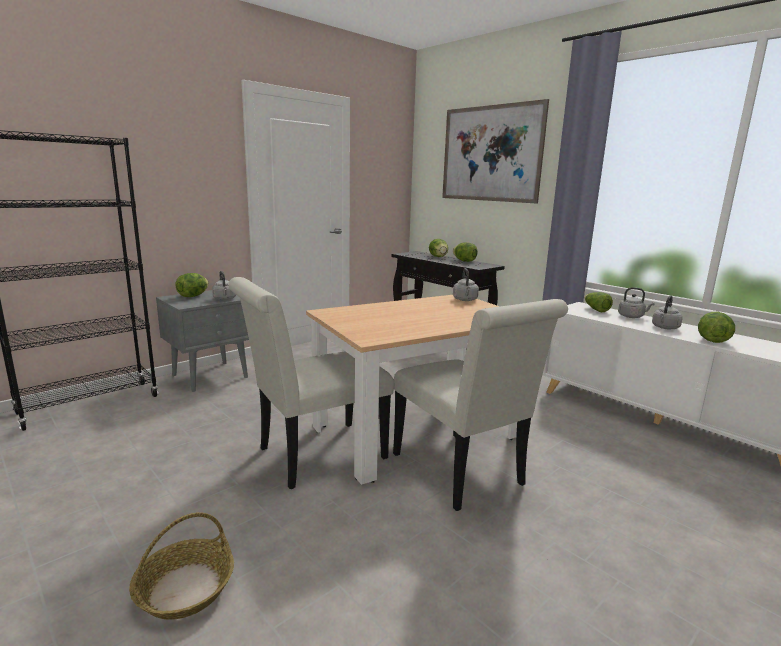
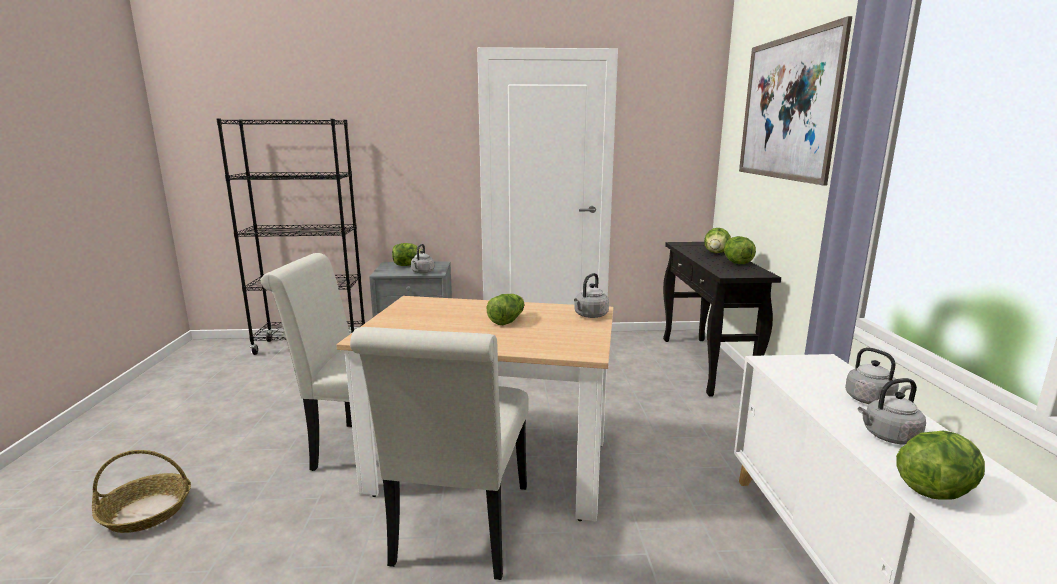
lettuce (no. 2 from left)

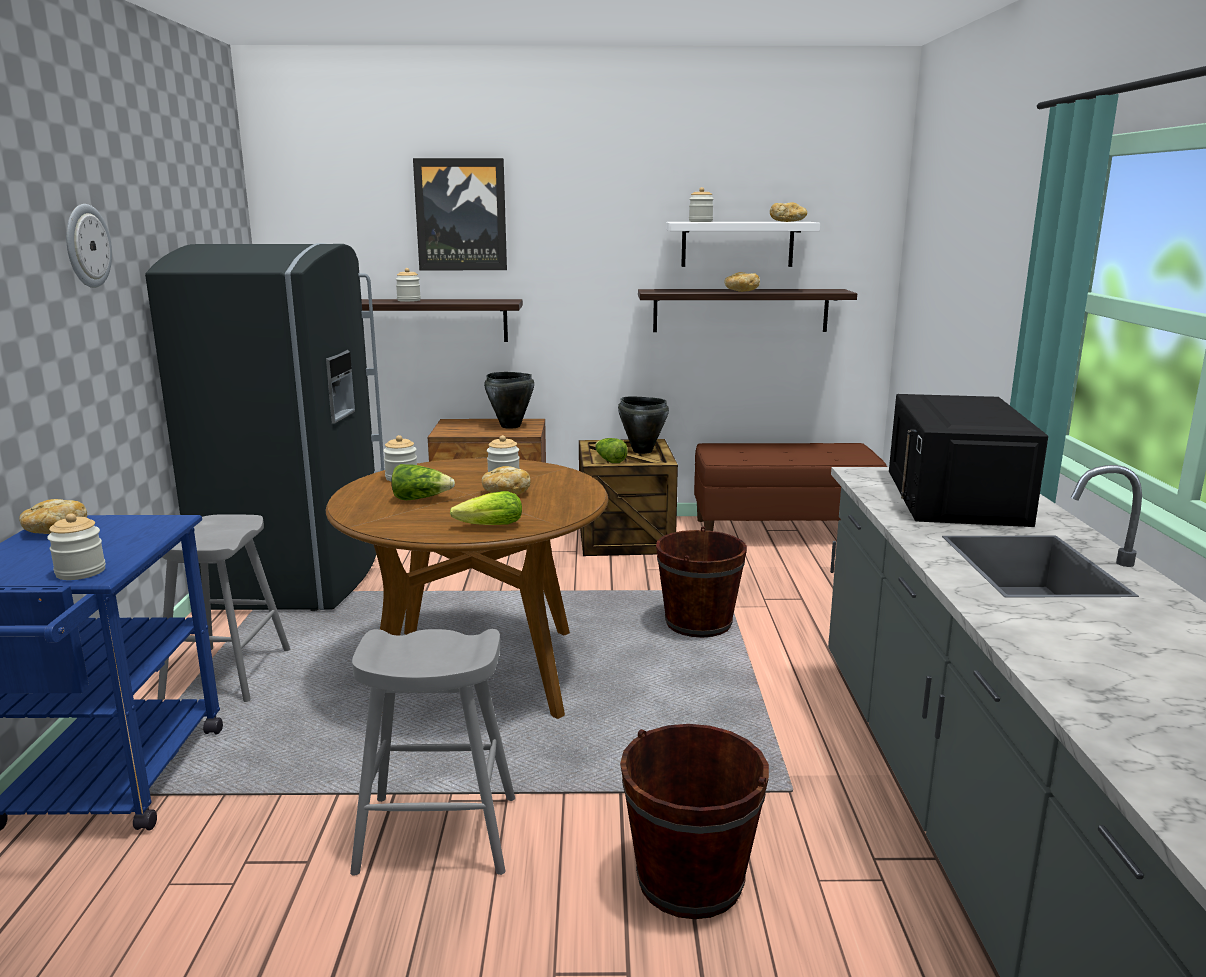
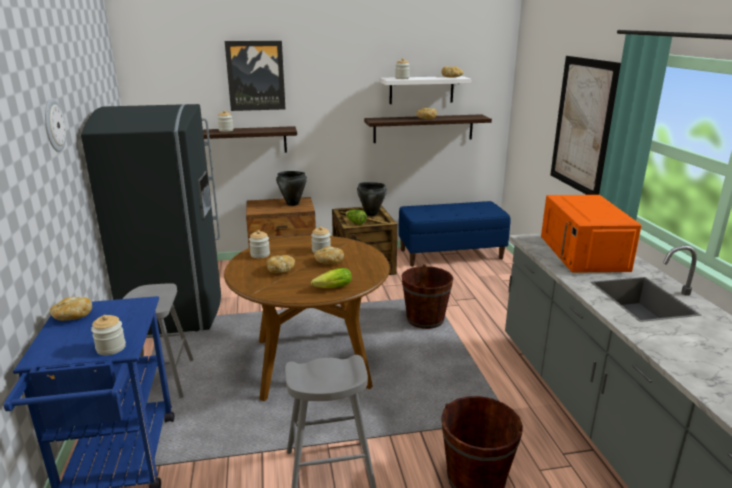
bread (no. 2 from left)
blue bench
orange microwave
picture (no. 2 from left)

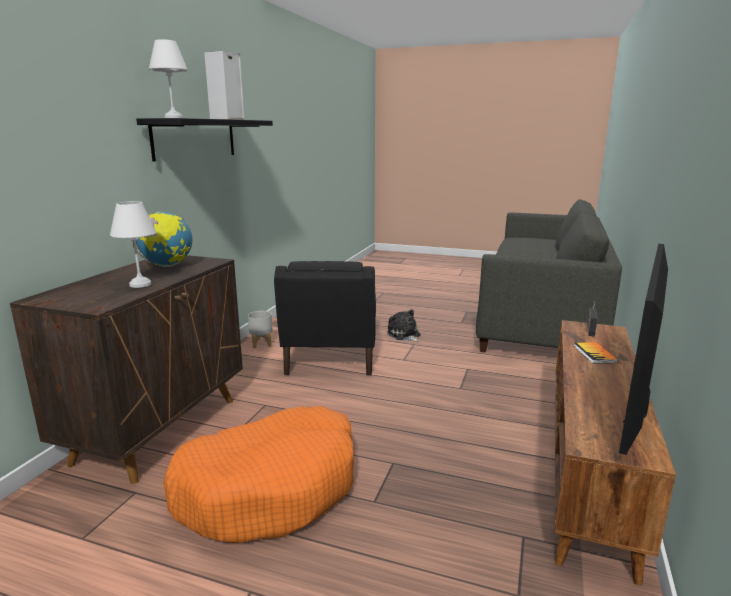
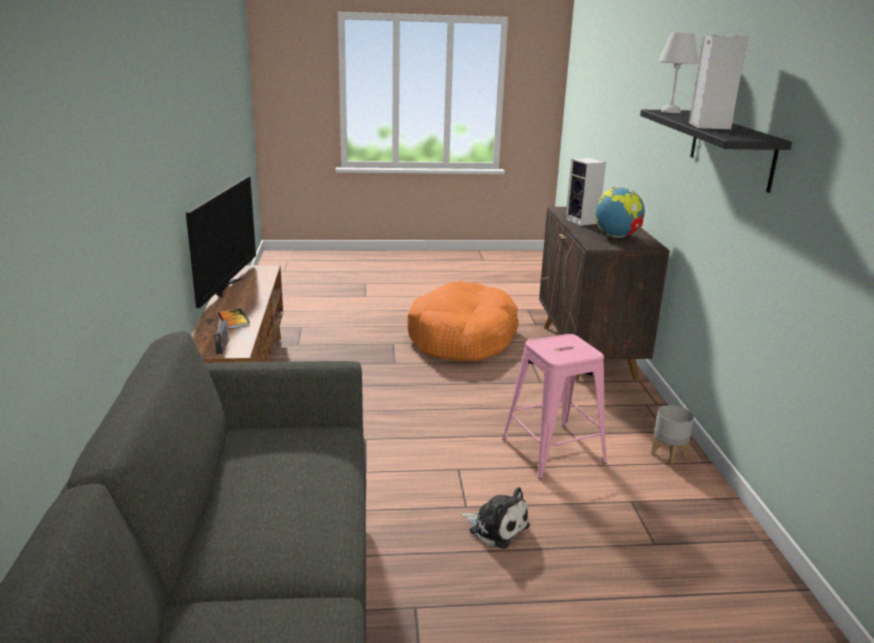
pink stool
speaker (no. 1 from left)

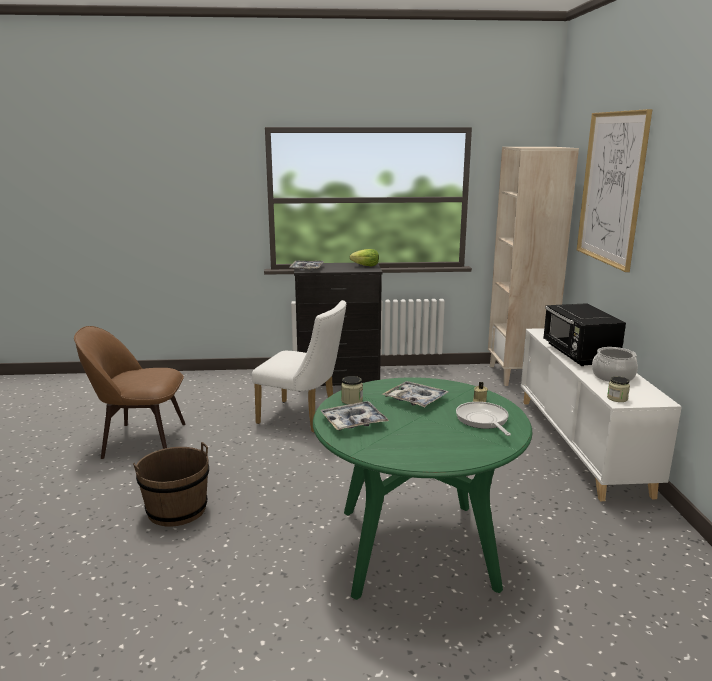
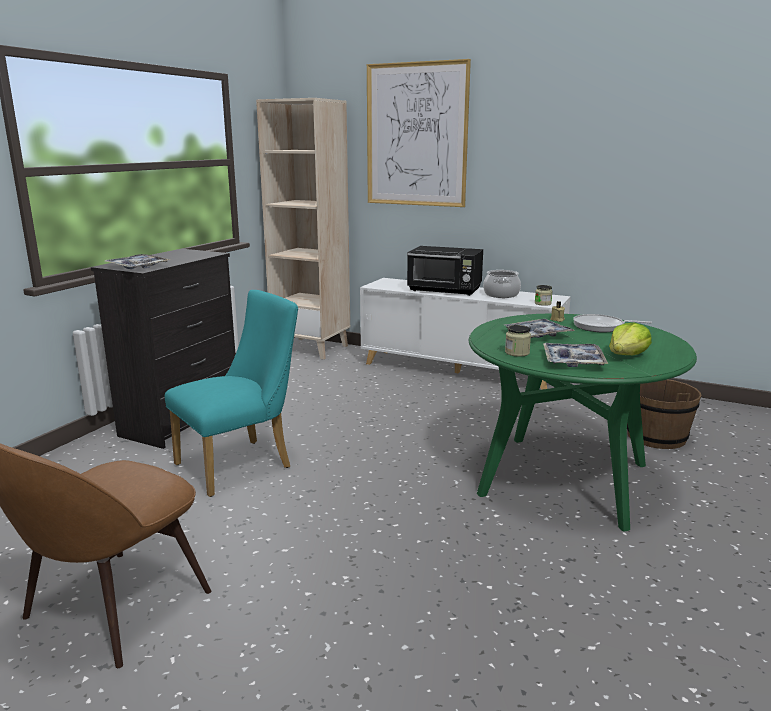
turquoise chair
lettuce
brown bucket

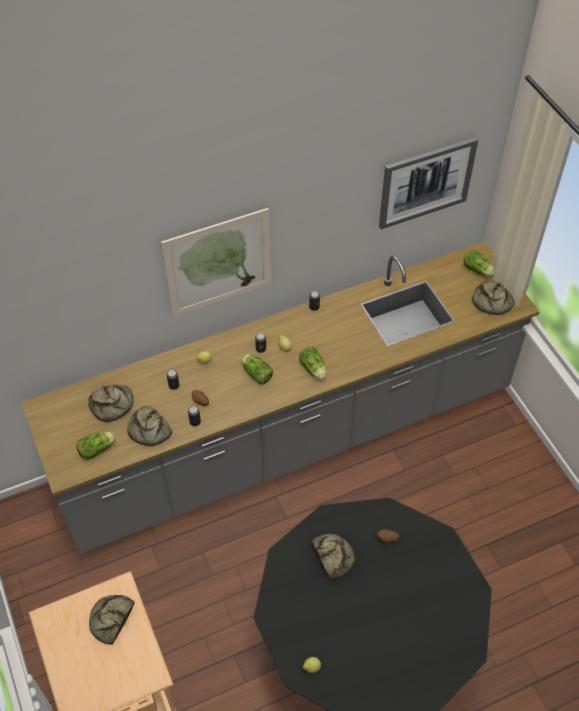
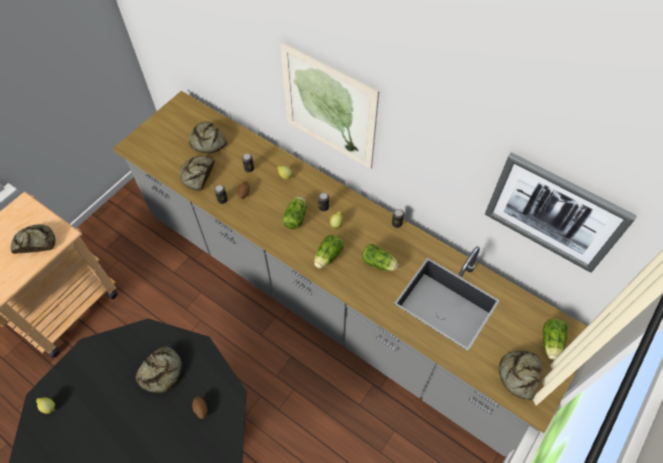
lettuce (no. 3 from left)

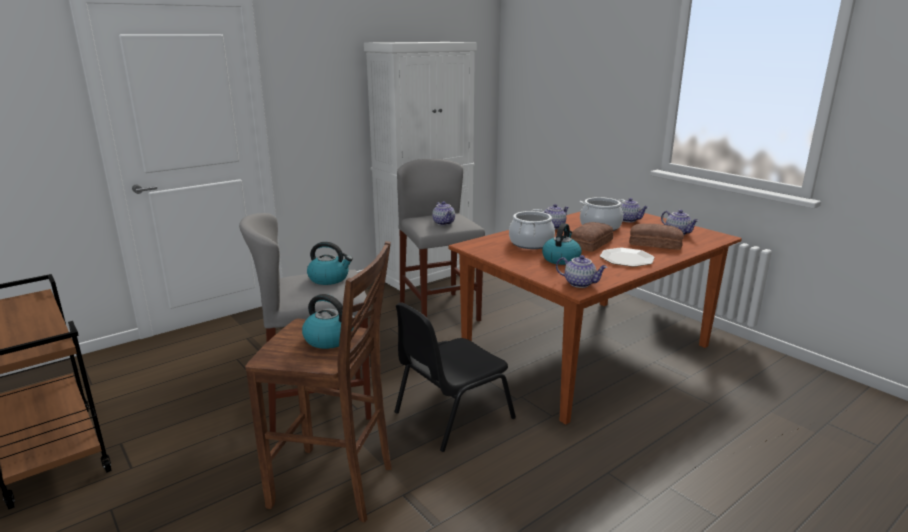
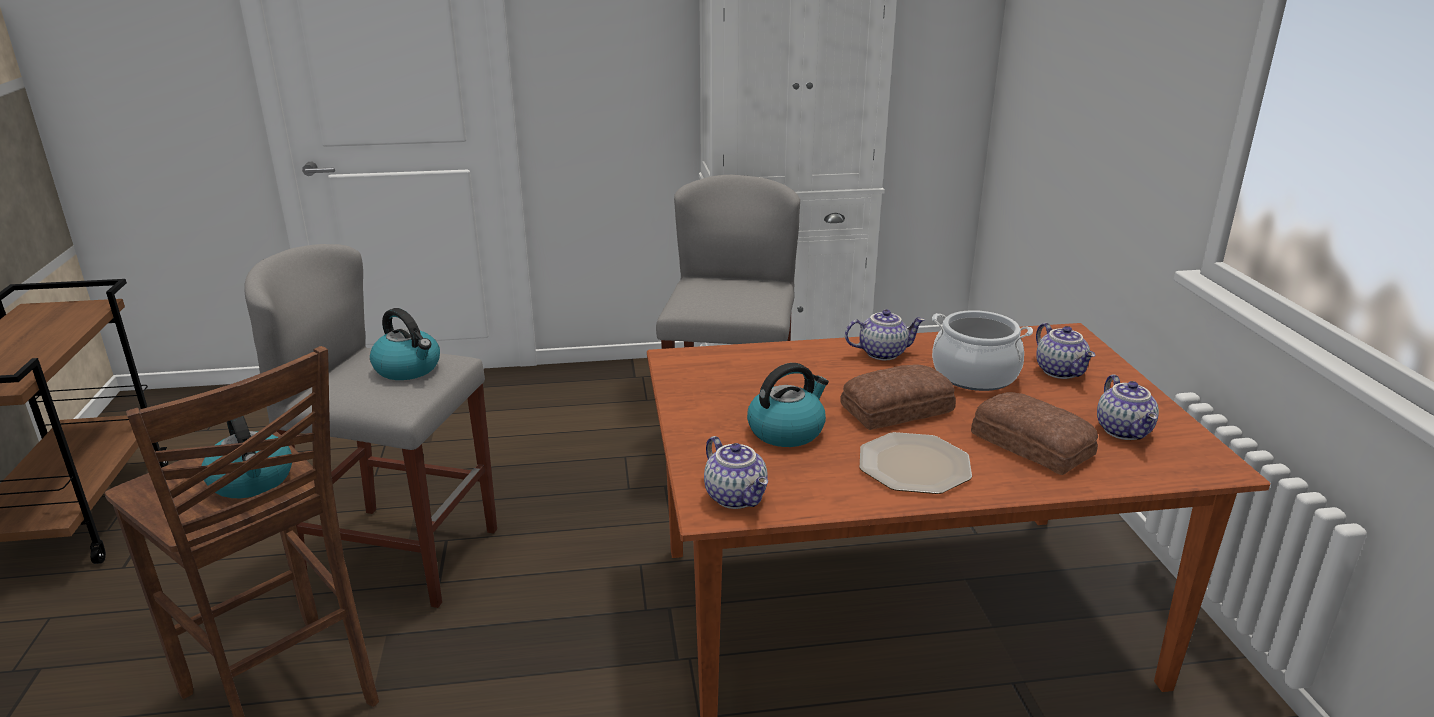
black chair
teapot (no. 1 from left in the first image)
cooking pot (no. 1 from left in the first image)

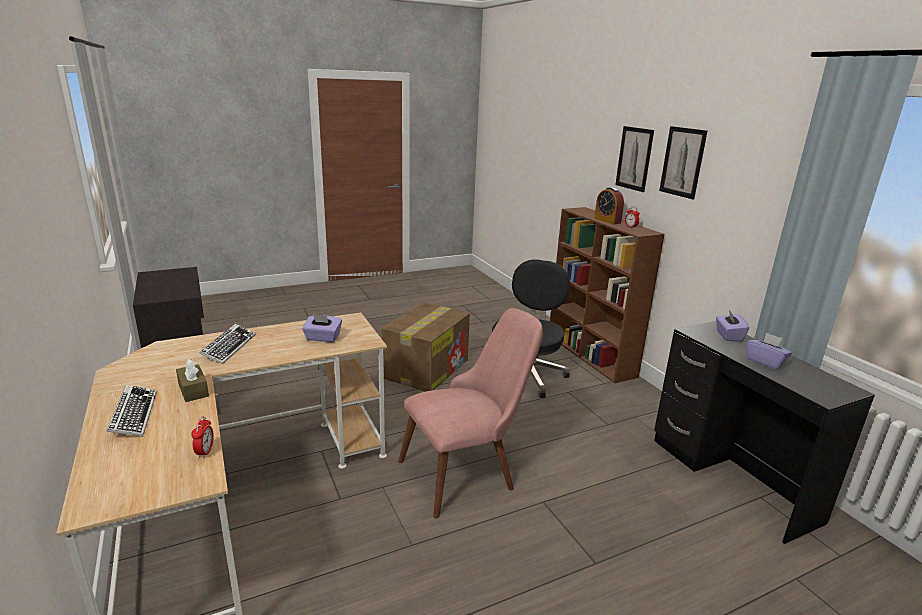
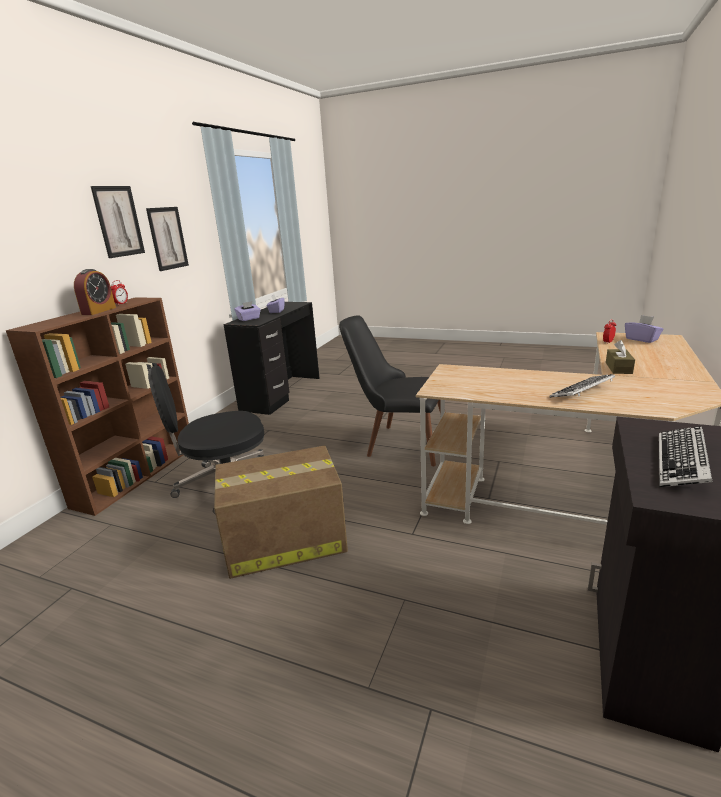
picture (no. 2 from left)
black chair
purple tissue box (no. 3 from left)
keyboard (no. 2 from left)

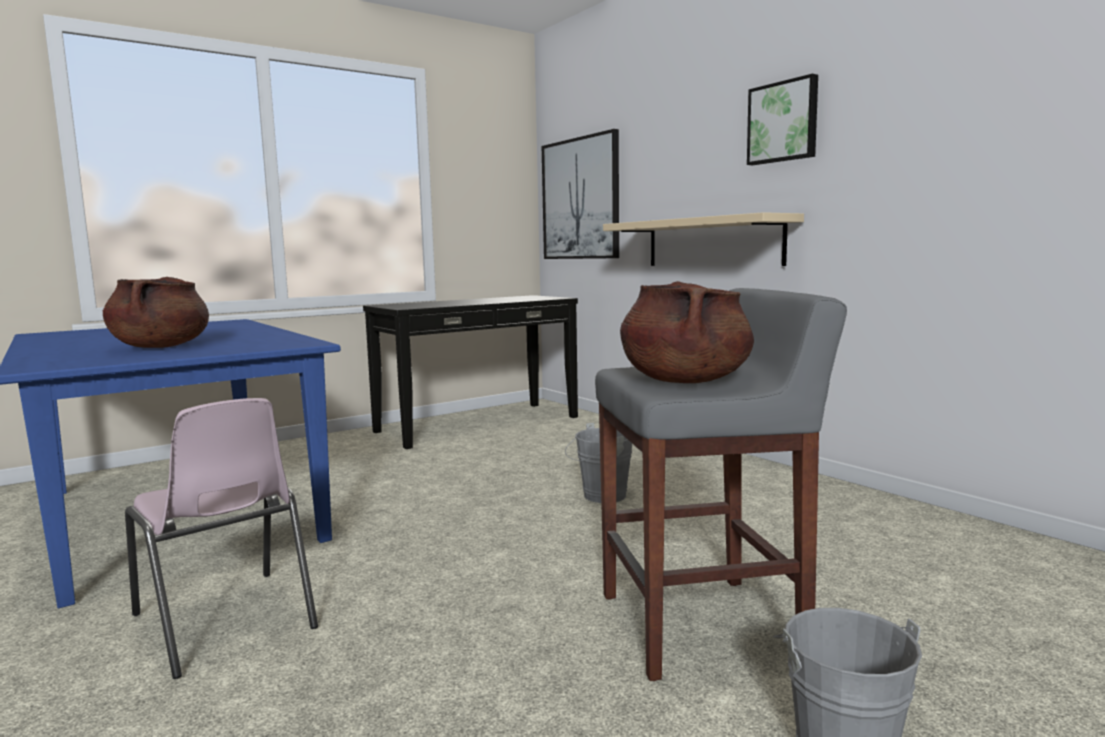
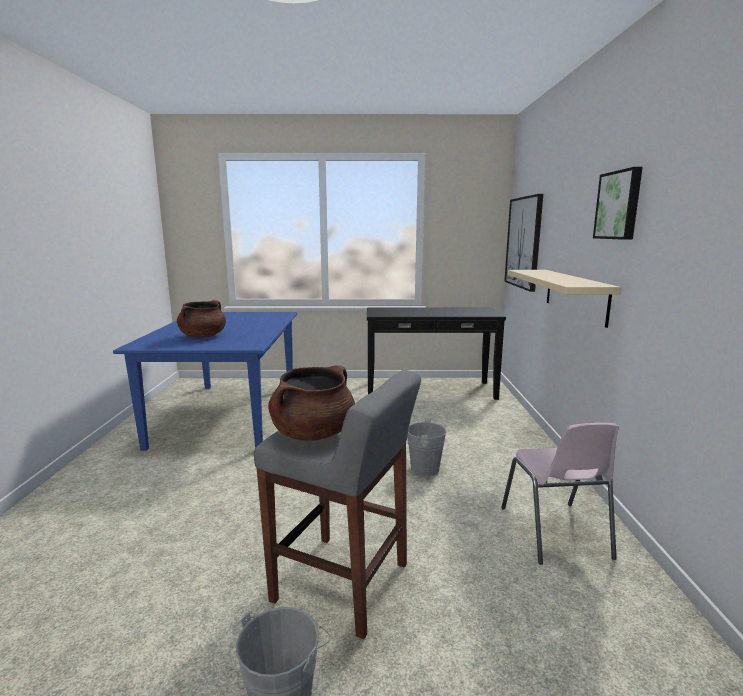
pink chair

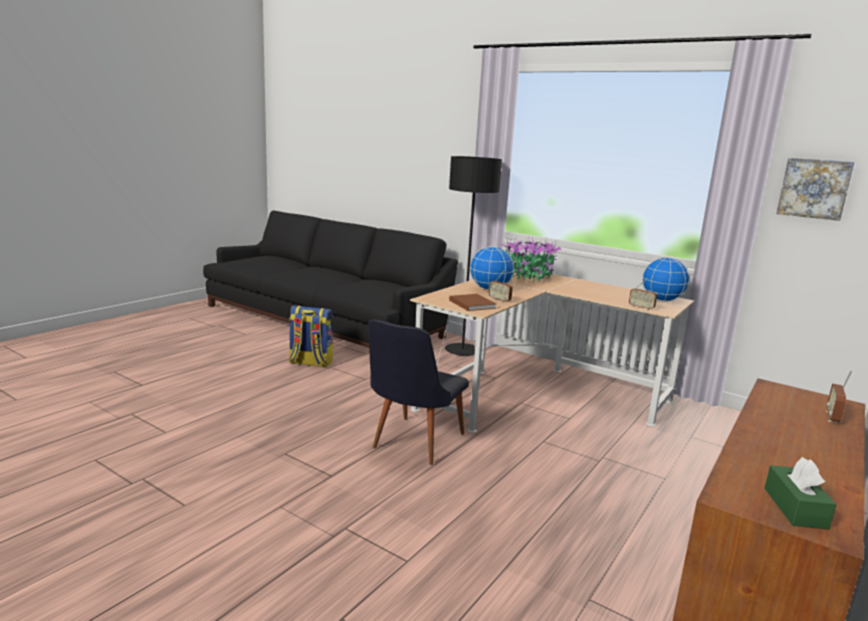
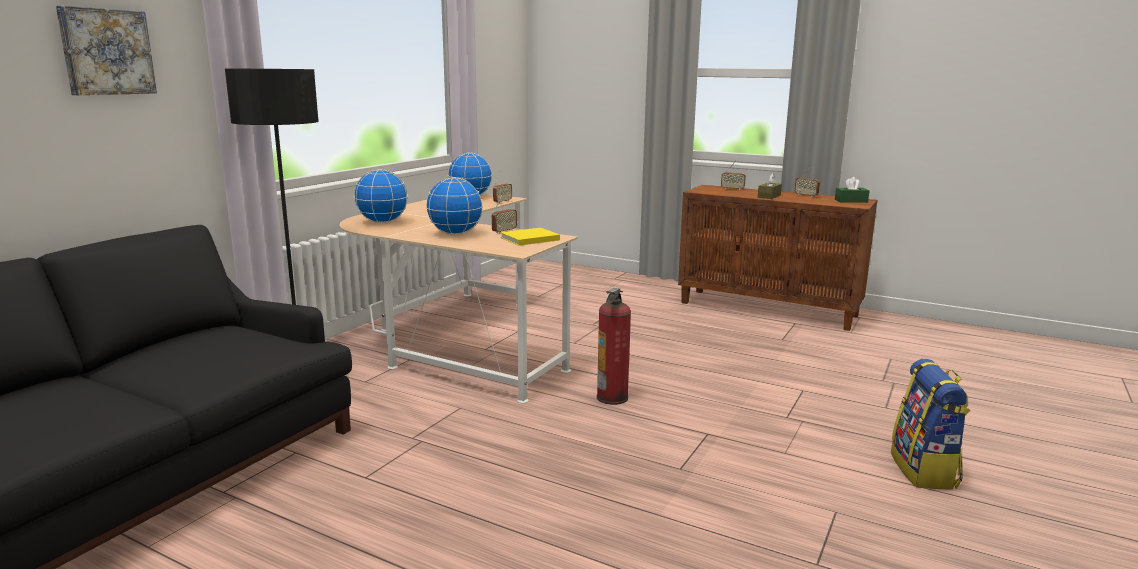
picture
globe (no. 1 from left)
yellow book
fire extinguisher
brown tissue box
radio (no. 4 from left)
backpack

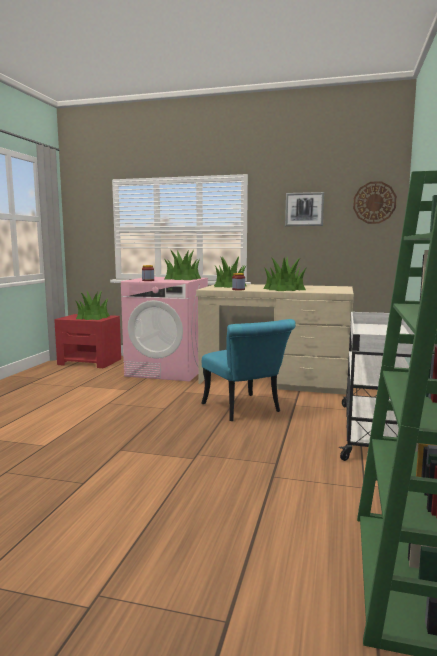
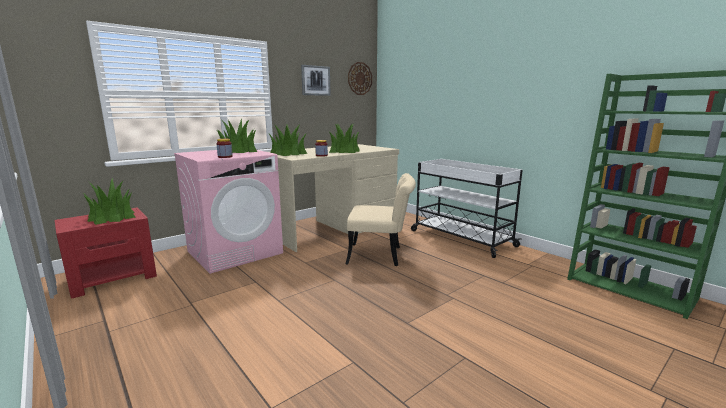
beige chair

